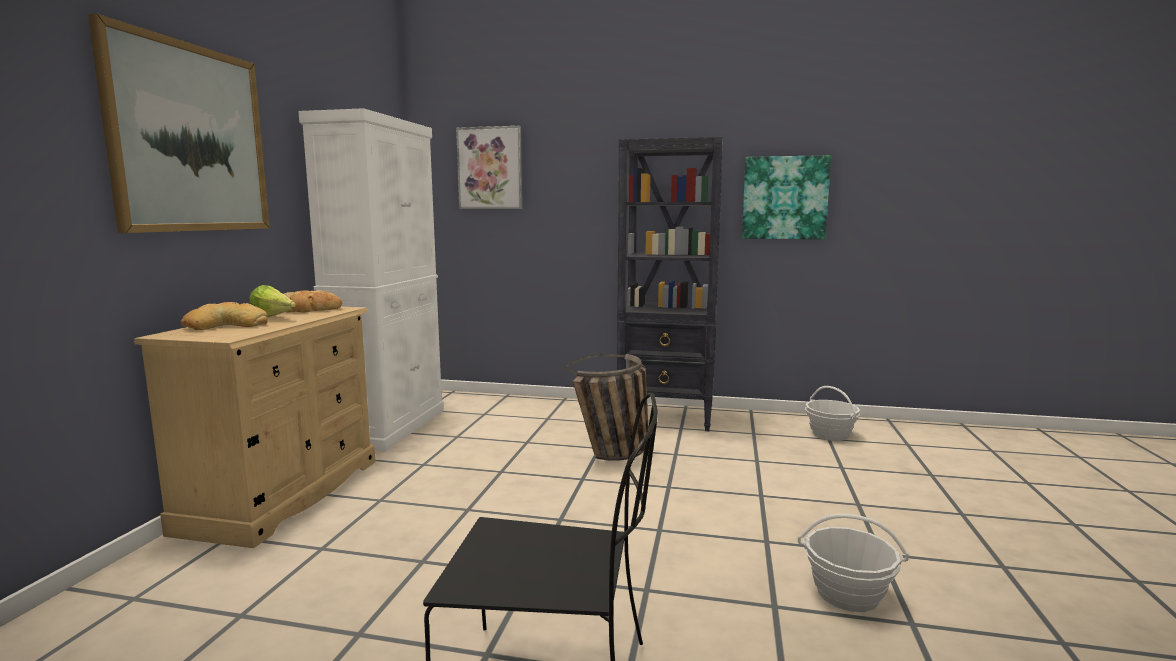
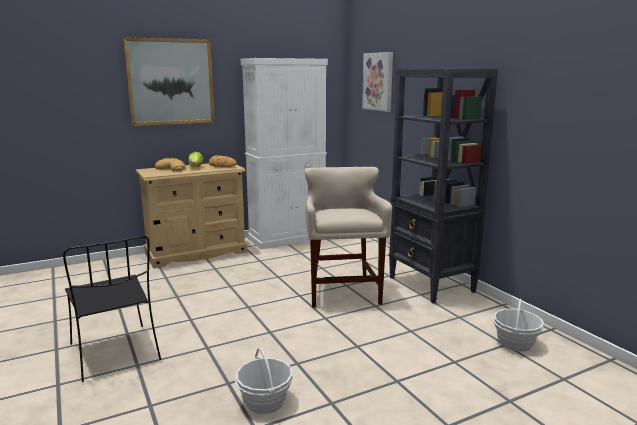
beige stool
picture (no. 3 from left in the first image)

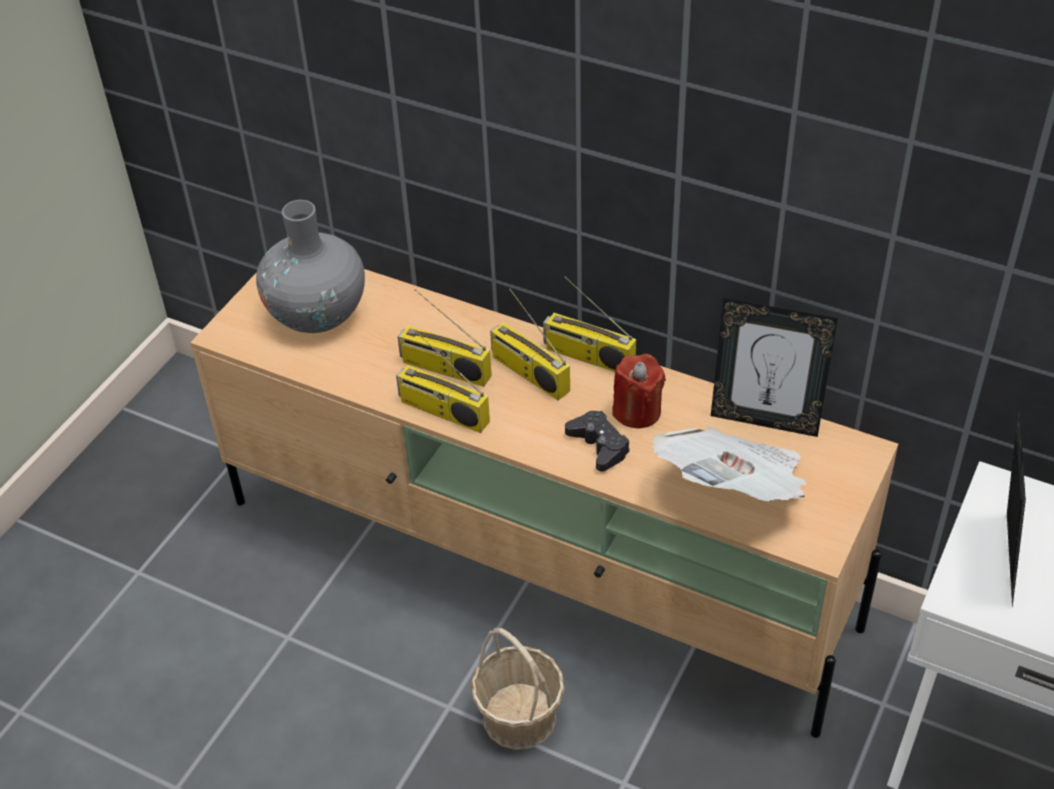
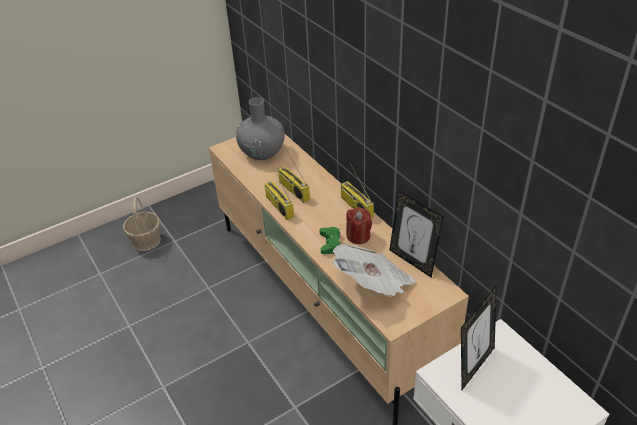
basket
green game controller
radio (no. 3 from left in the first image)

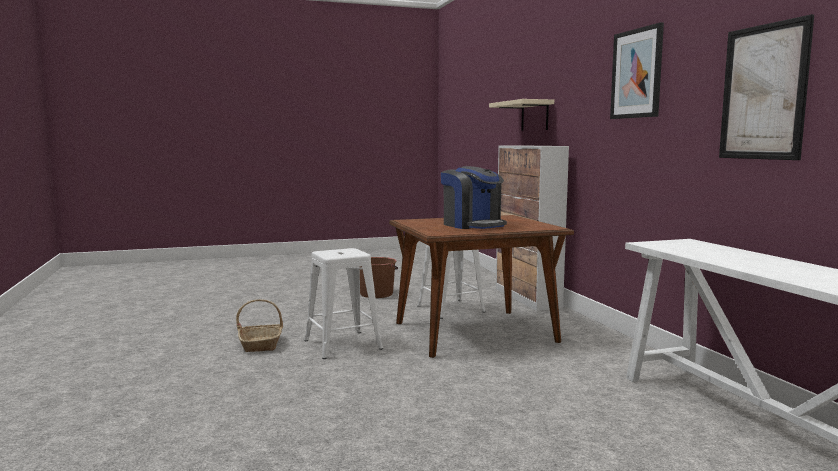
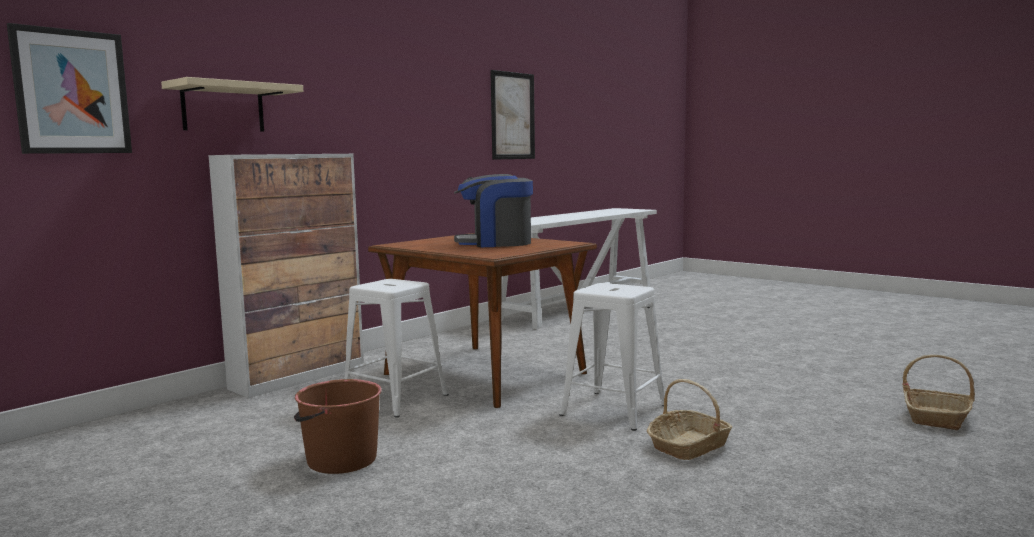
picture (no. 1 from left)
coffee machine
basket (no. 2 from left)

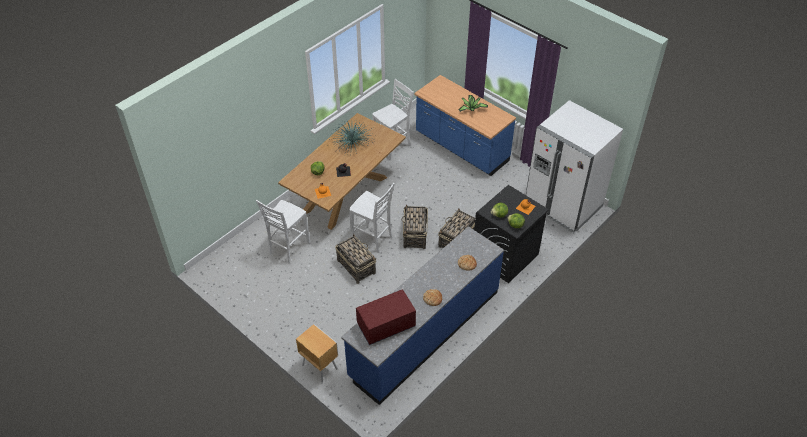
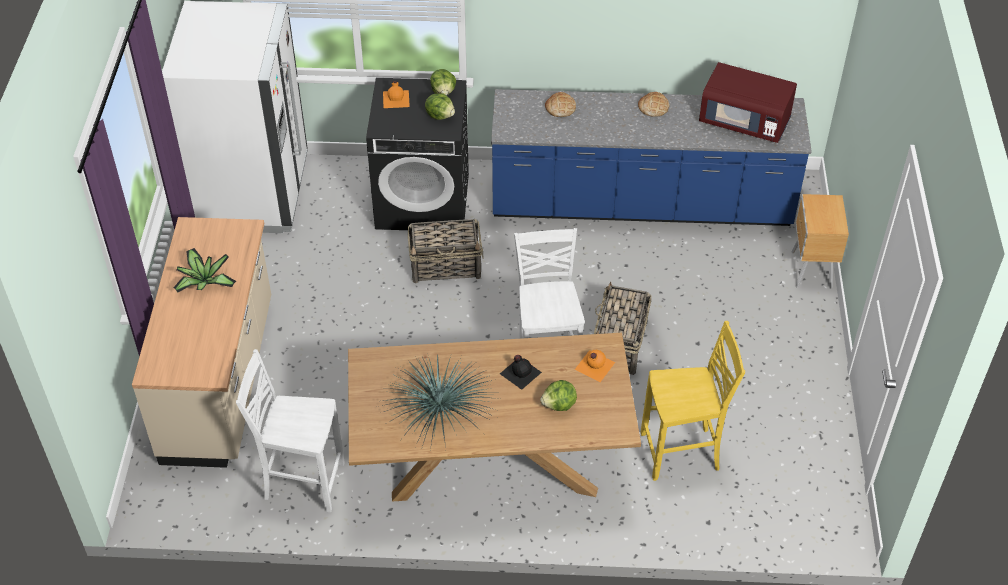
beige counter
yellow chair
basket (no. 2 from left in the first image)

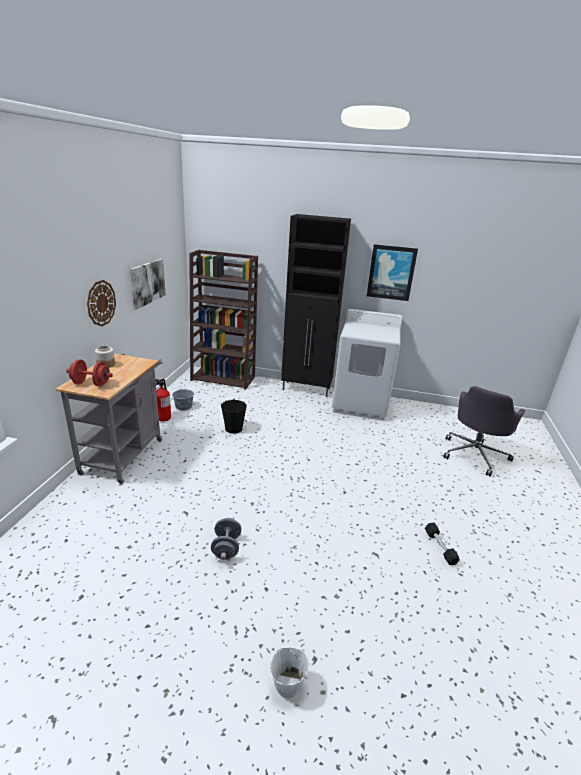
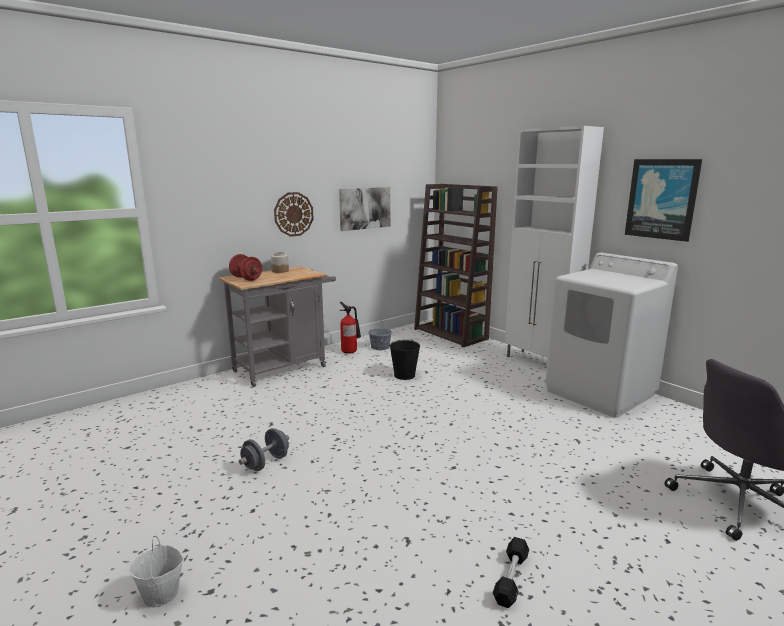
white cabinet

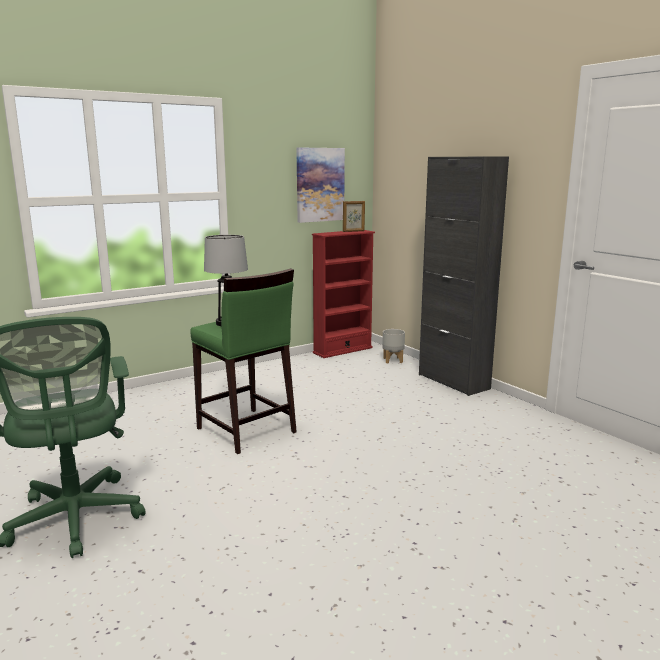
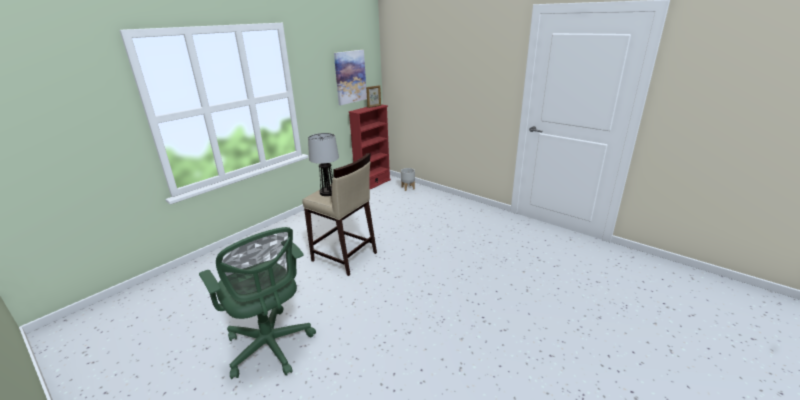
beige stool
black cabinet

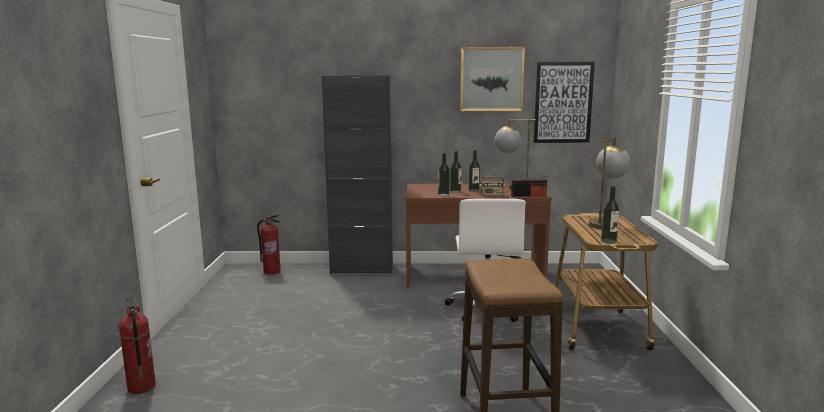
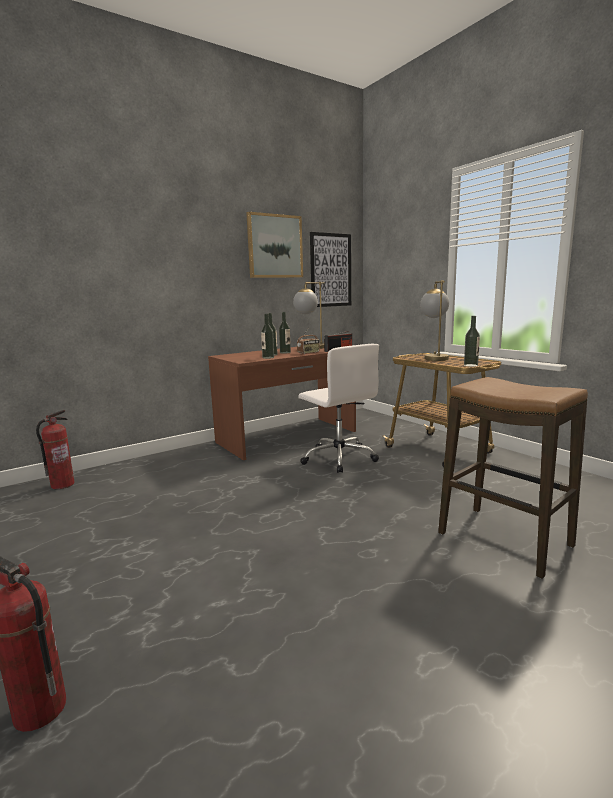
black cabinet

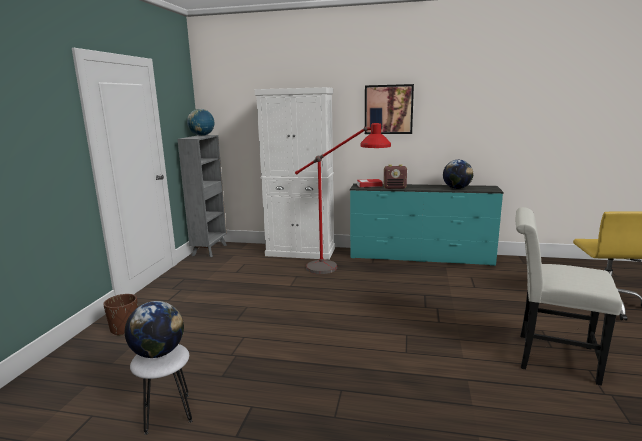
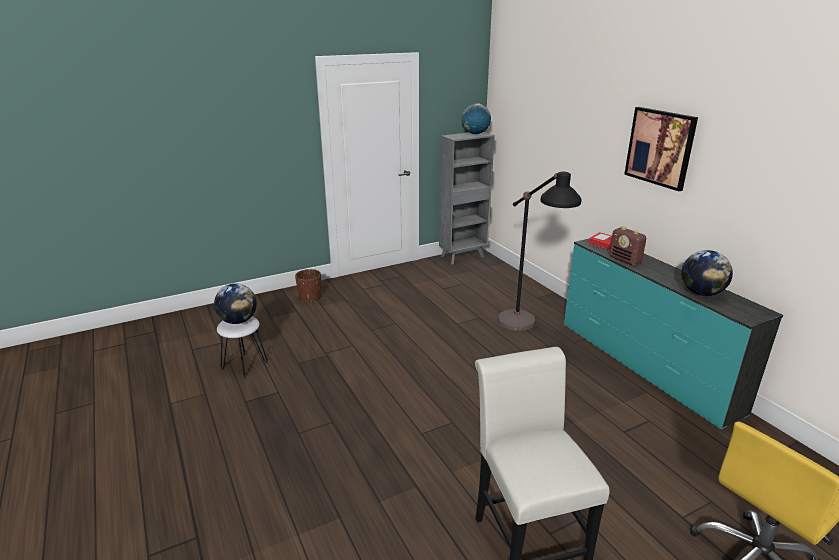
black floor lamp
white cabinet

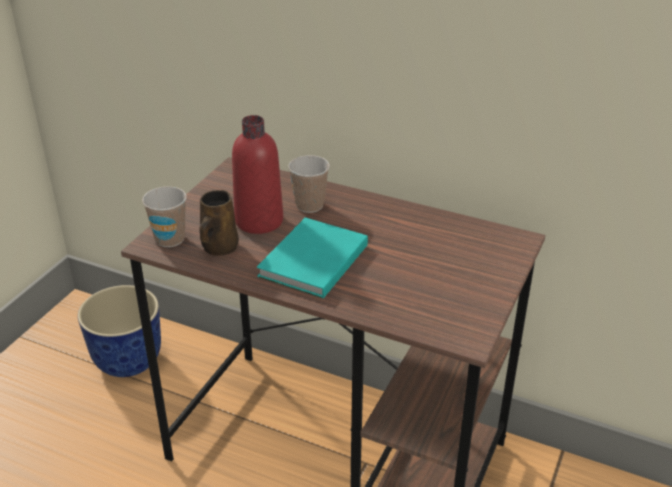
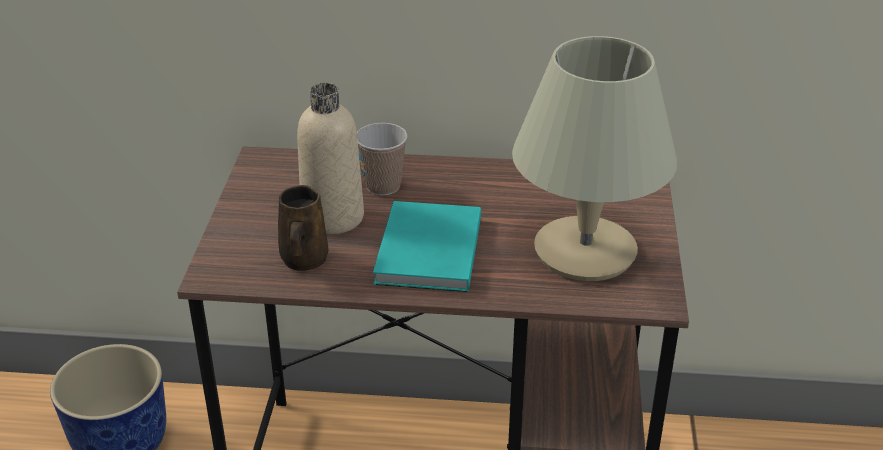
beige bottle
beige table lamp
cup (no. 1 from left in the first image)

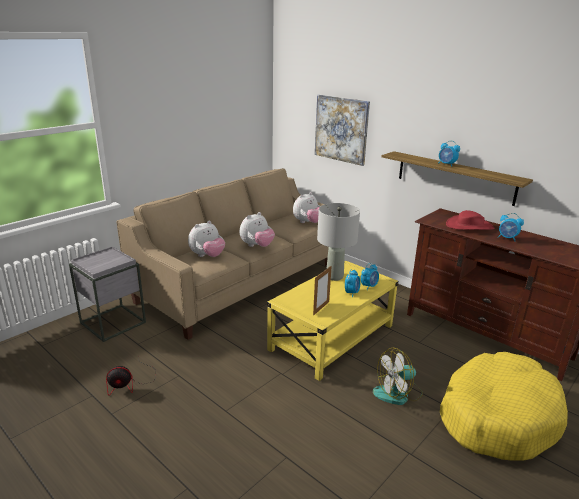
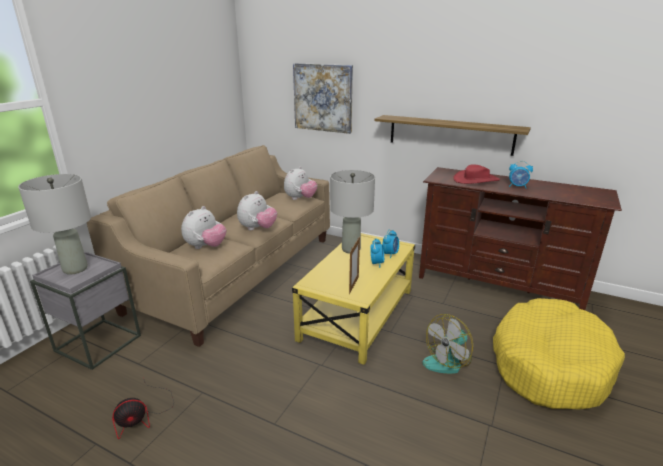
grey table lamp (no. 1 from left)
alarm clock (no. 3 from left in the first image)

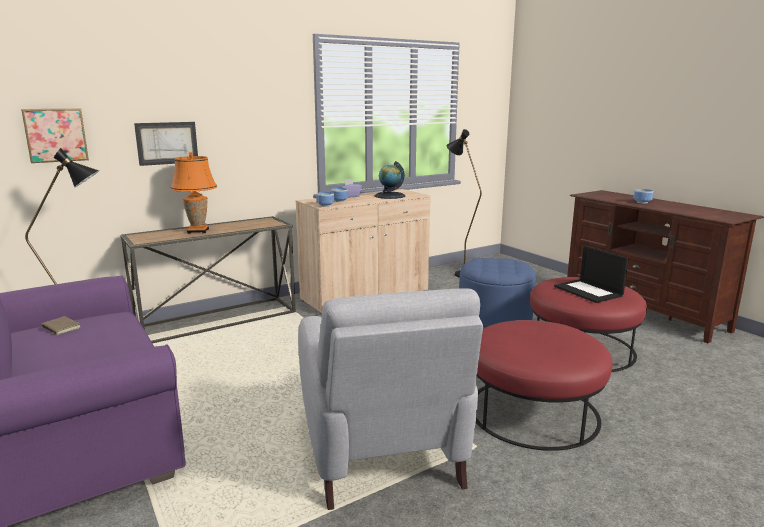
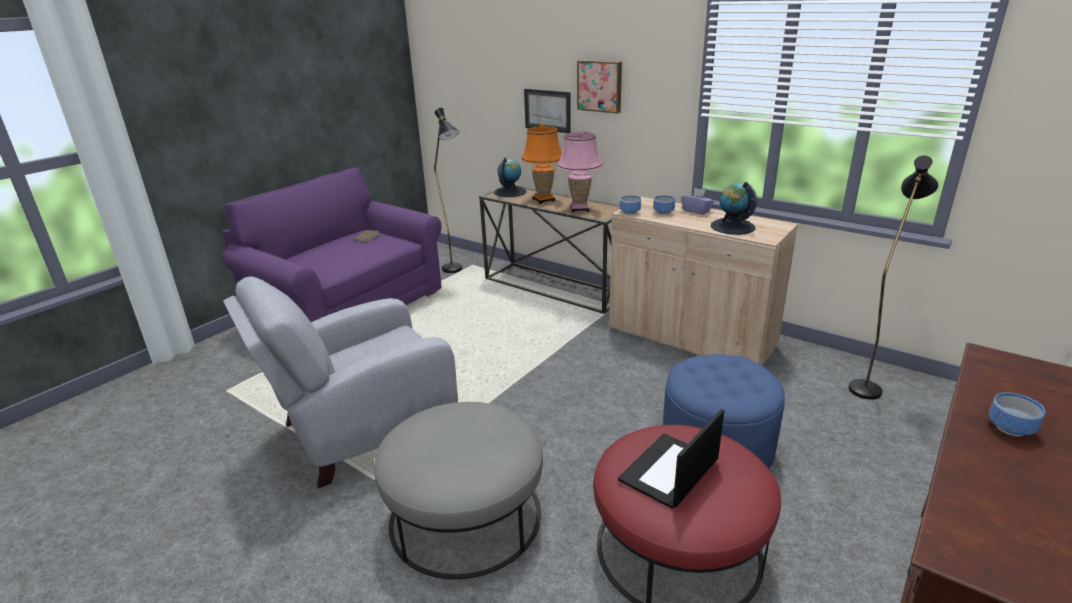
grey ottoman
globe (no. 1 from left)
pink table lamp
picture (no. 2 from left)

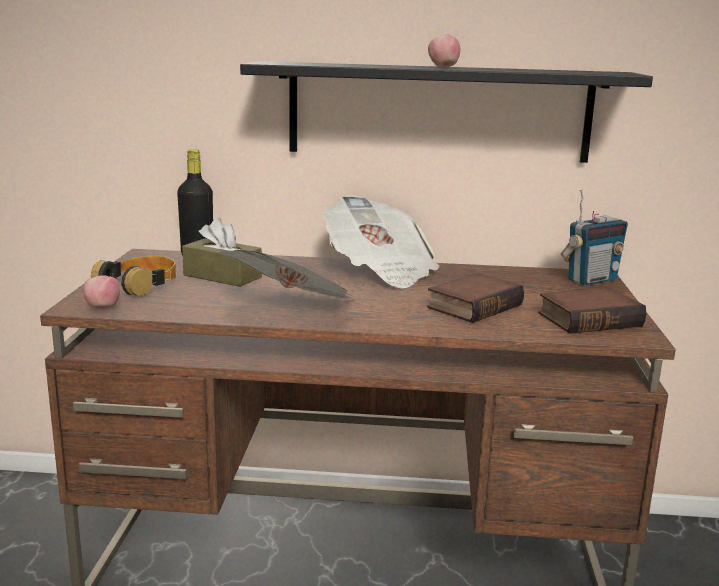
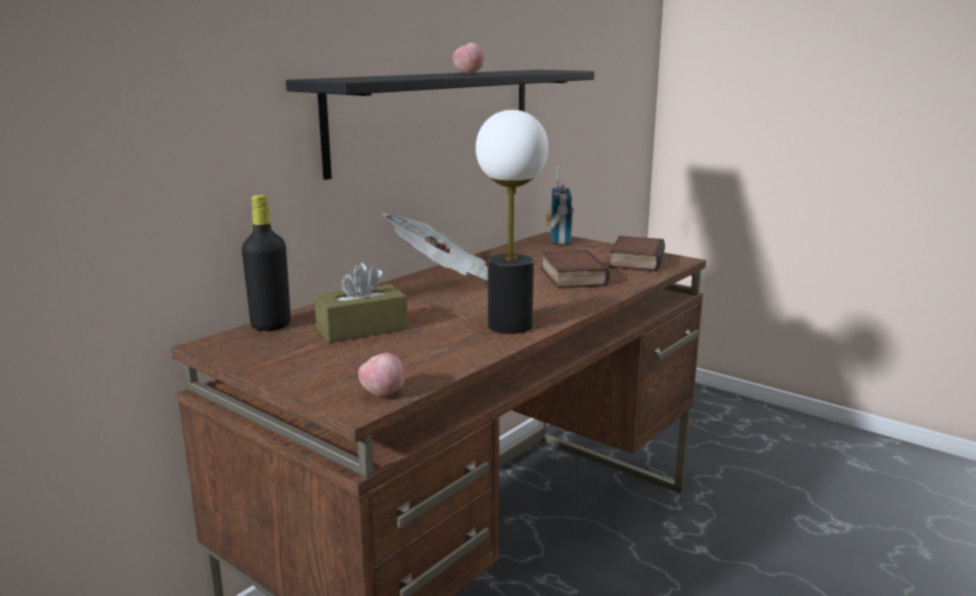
table lamp
headphones

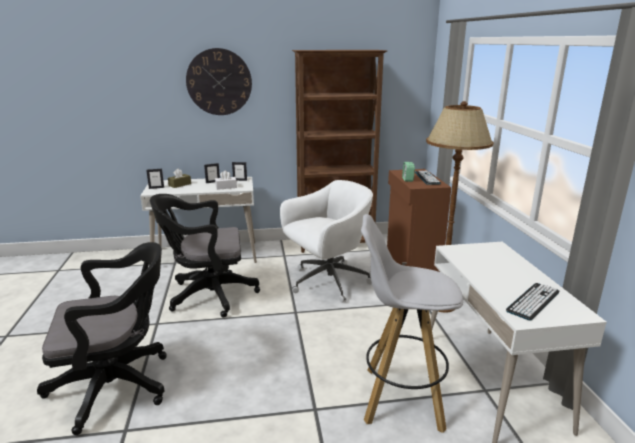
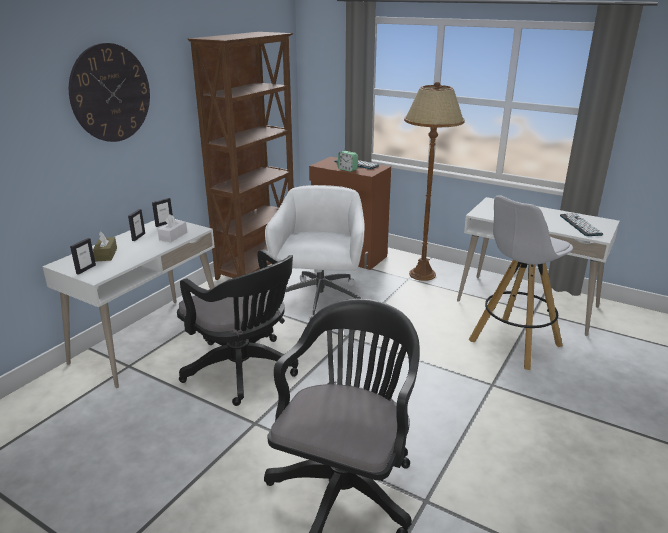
black office chair (no. 1 from left)

